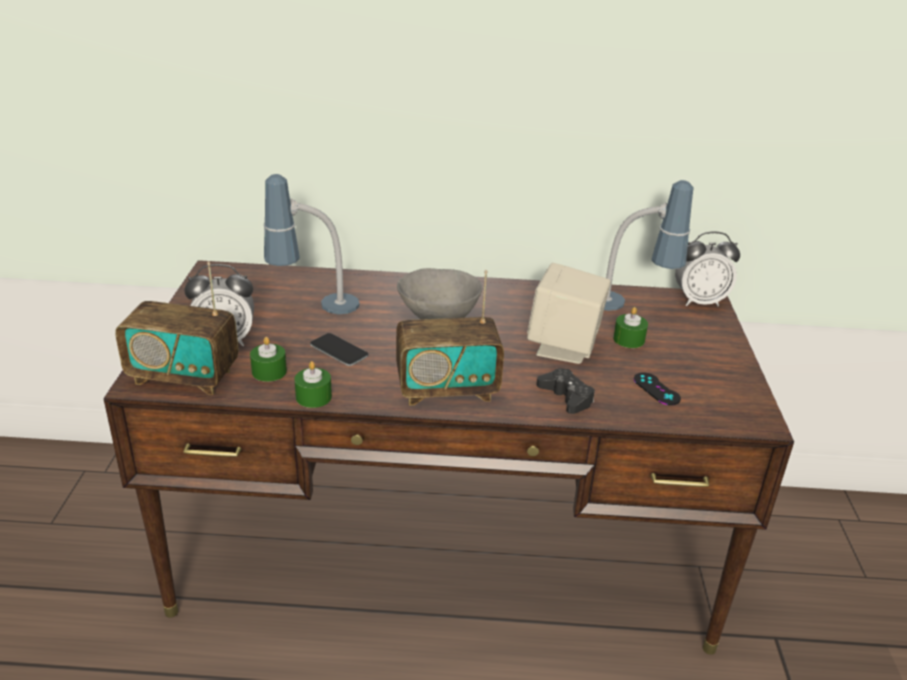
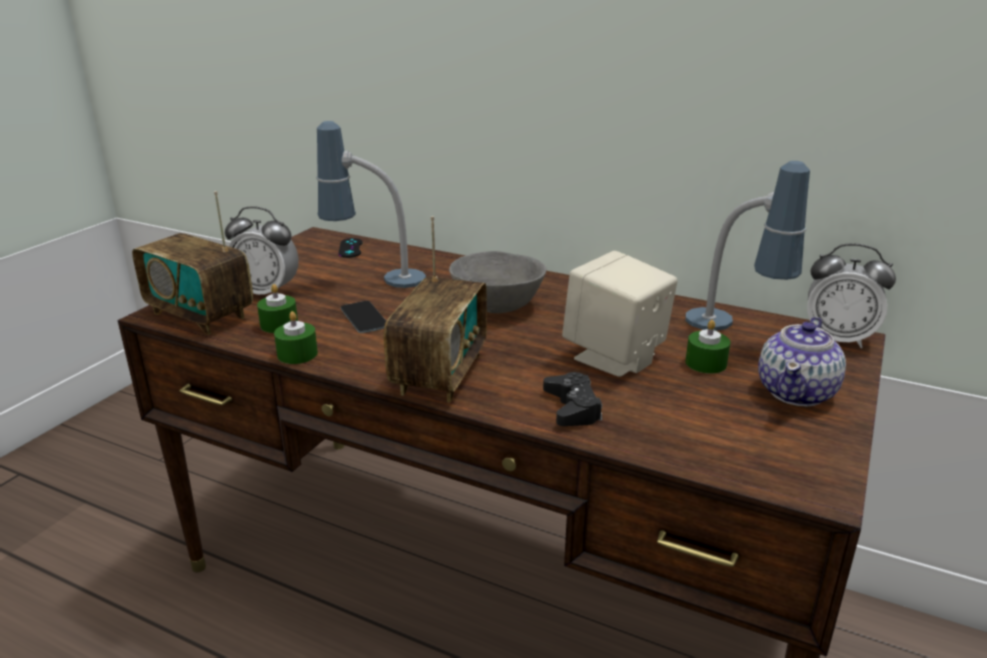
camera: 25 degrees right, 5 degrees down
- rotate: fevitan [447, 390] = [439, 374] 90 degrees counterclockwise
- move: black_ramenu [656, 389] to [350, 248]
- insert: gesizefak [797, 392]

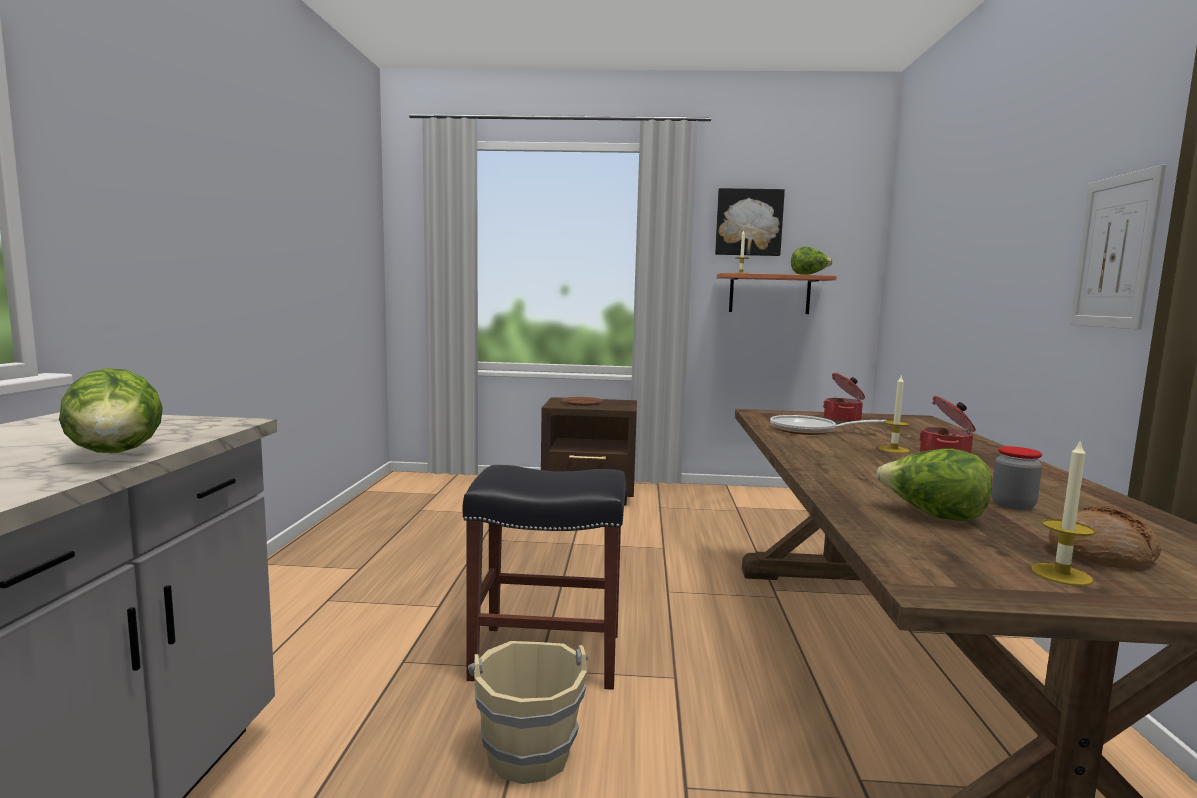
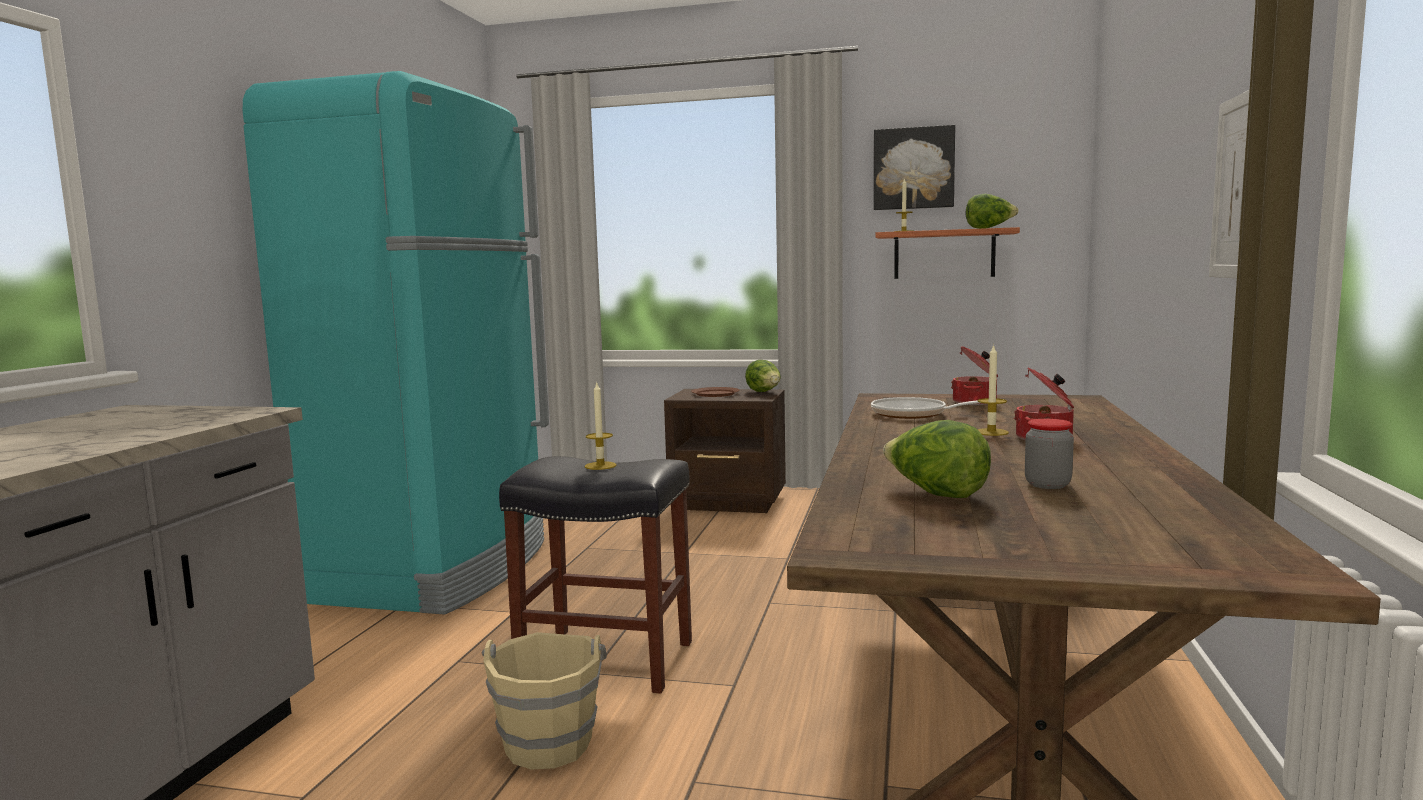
camera: 10 degrees right, 0 degrees up
- move: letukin [116, 455] to [764, 392]
- move: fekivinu [1061, 574] to [600, 466]
- delete: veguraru [1101, 554]
- insert: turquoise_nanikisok [435, 570]

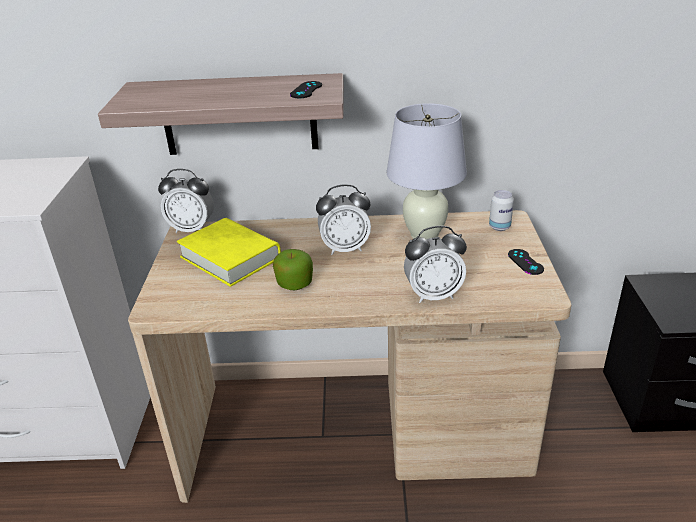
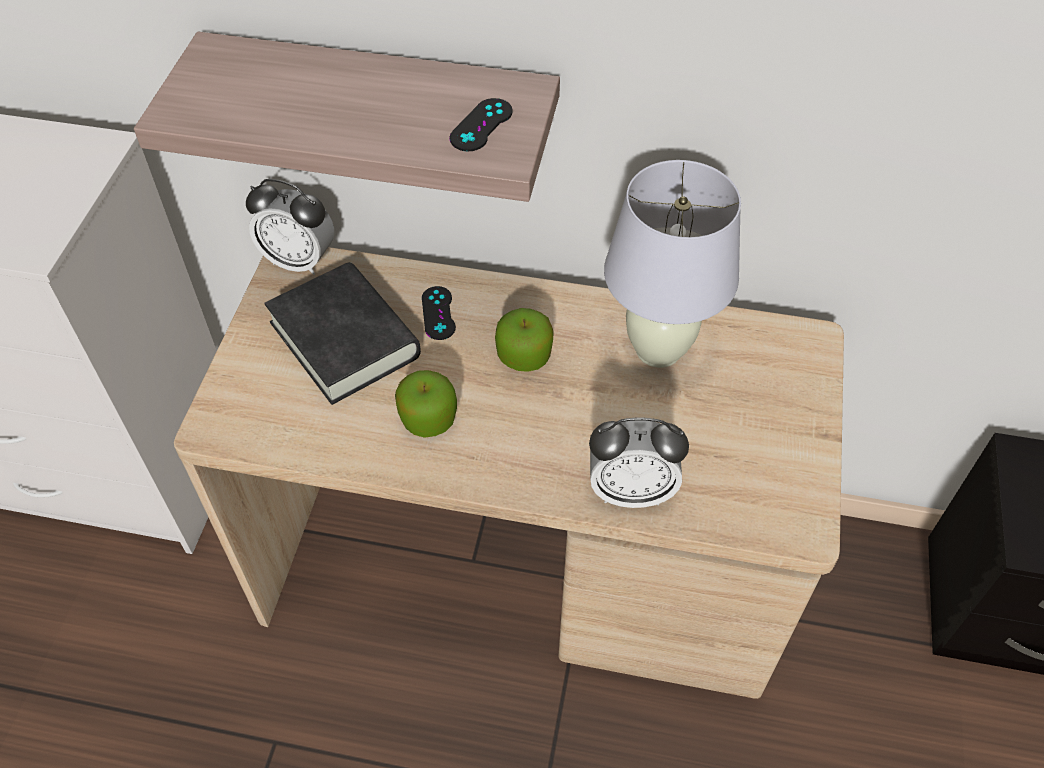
camera: 10 degrees right, 20 degrees up
- recolor: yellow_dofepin [230, 257] to black_dofepin [344, 339]
- replace: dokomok [345, 248] to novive [524, 356]
- delete: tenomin [499, 227]
- move: black_ramenu [525, 262] to [438, 313]

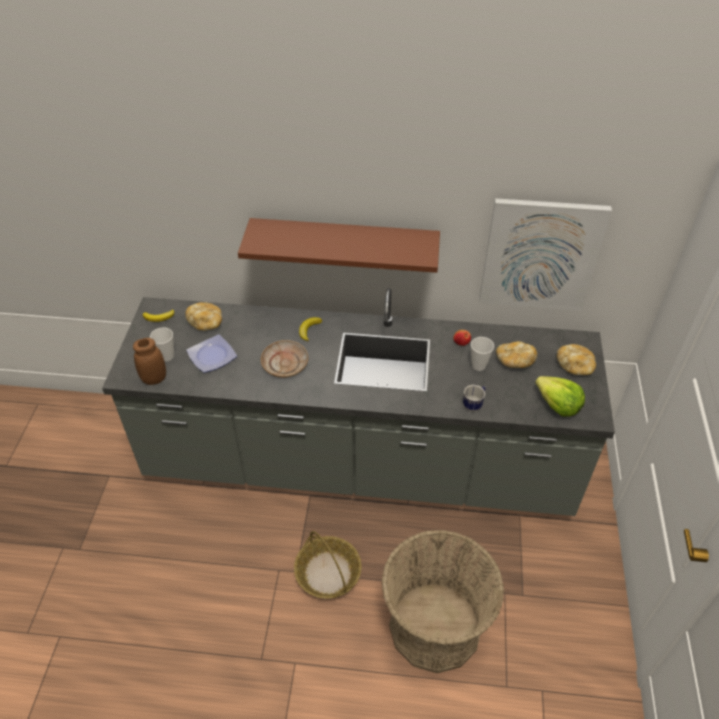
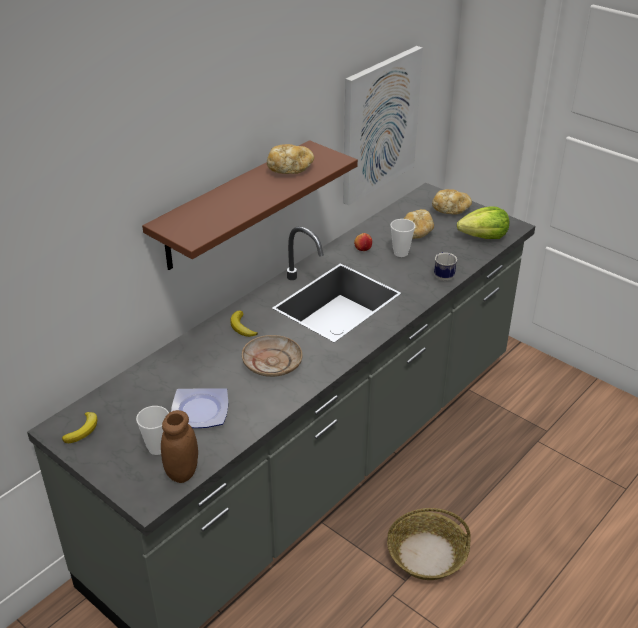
camera: 55 degrees left, 10 degrees down
- move: veguraru [206, 323] to [290, 169]
- delete: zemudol [435, 626]

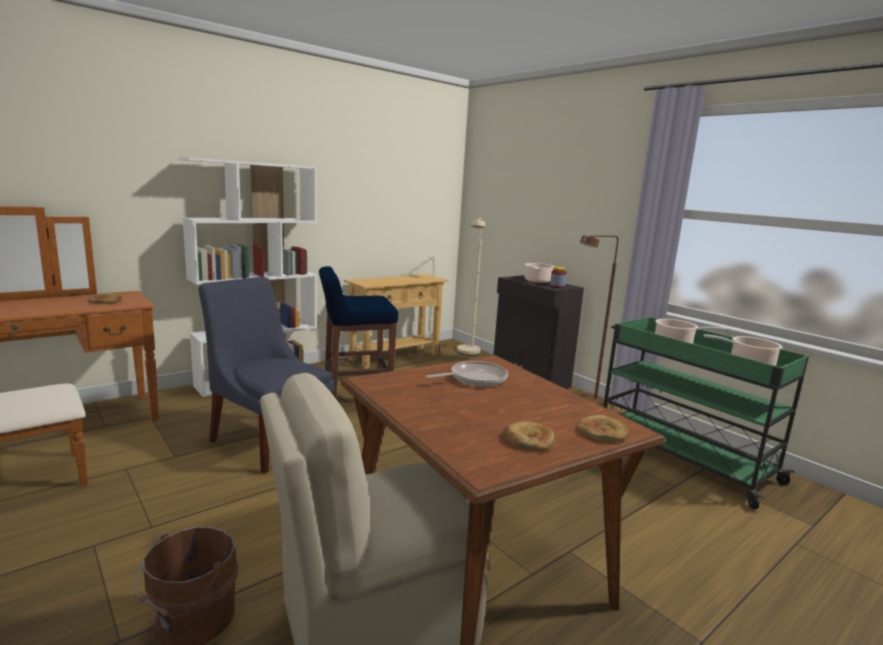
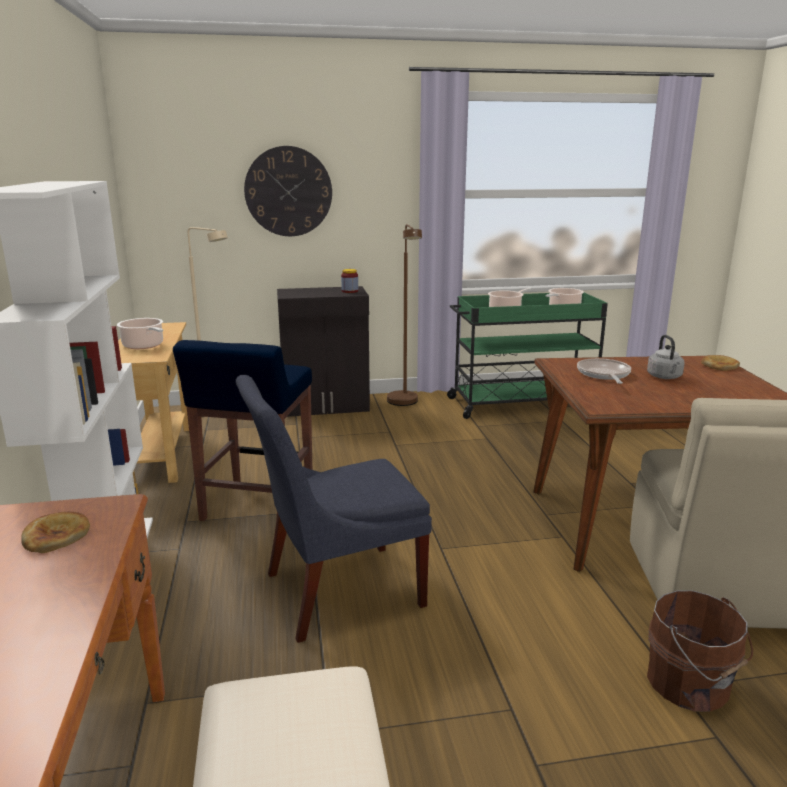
camera: 60 degrees left, 5 degrees up
- delete: veguraru [528, 439]
- move: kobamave [537, 281] to [144, 346]
- insert: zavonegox [288, 191]
- insert: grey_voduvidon [665, 377]

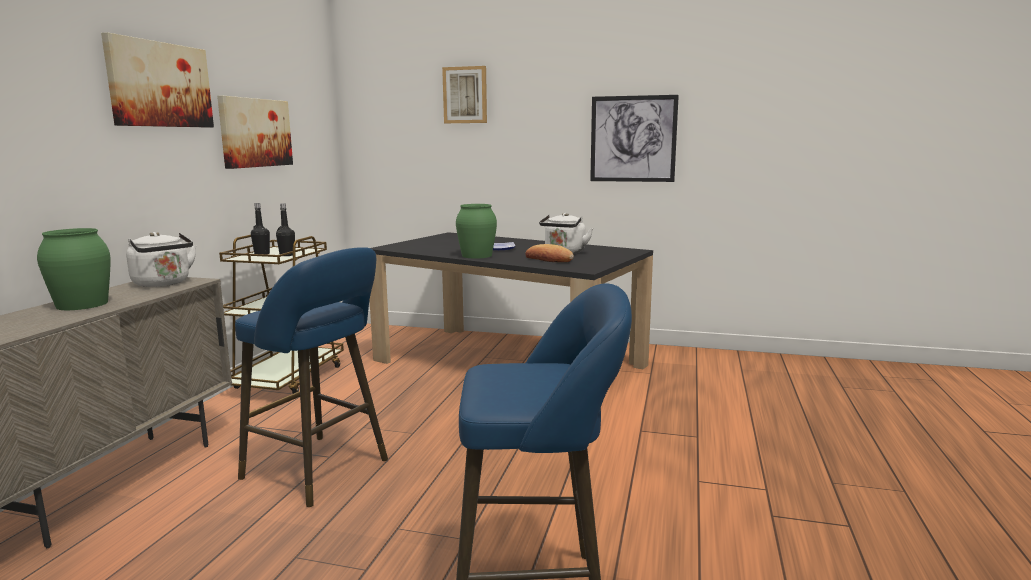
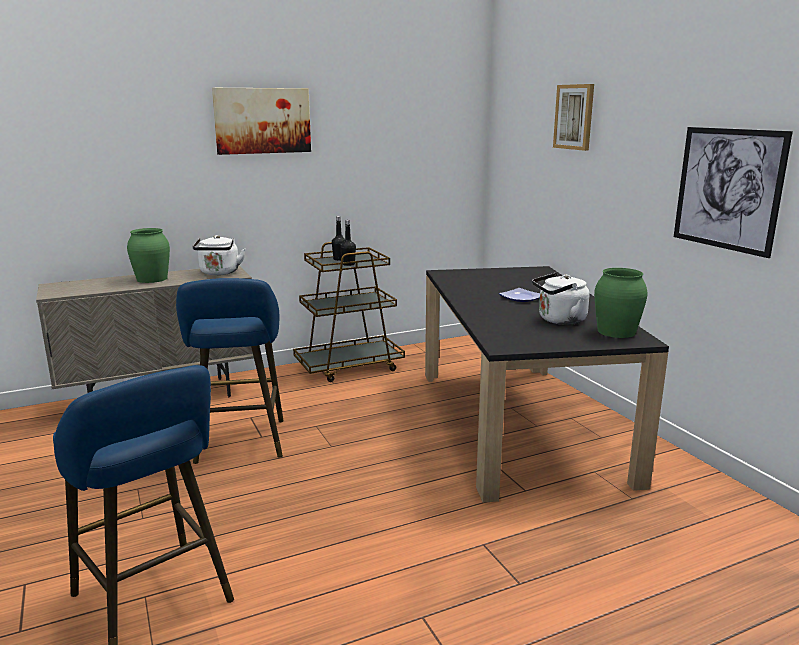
camera: 50 degrees right, 5 degrees up
- delete: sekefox [255, 133]
- move: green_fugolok [476, 255] to [616, 331]
- delete: veguraru [549, 259]

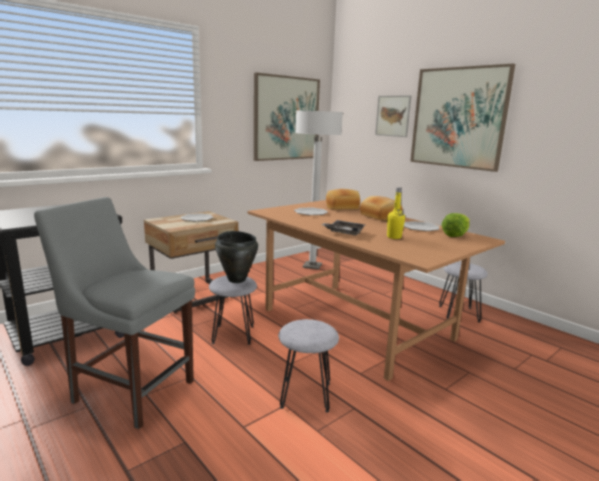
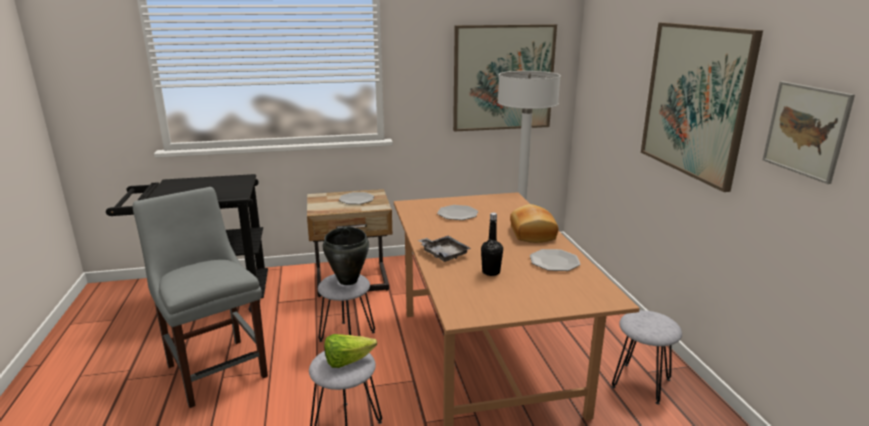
camera: 30 degrees right, 5 degrees up
- delete: veguraru [342, 207]
- move: sekefox [393, 116] to [806, 130]
- recolor: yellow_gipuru [394, 237] to black_gipuru [491, 272]
- move: letukin [455, 235] to [347, 361]

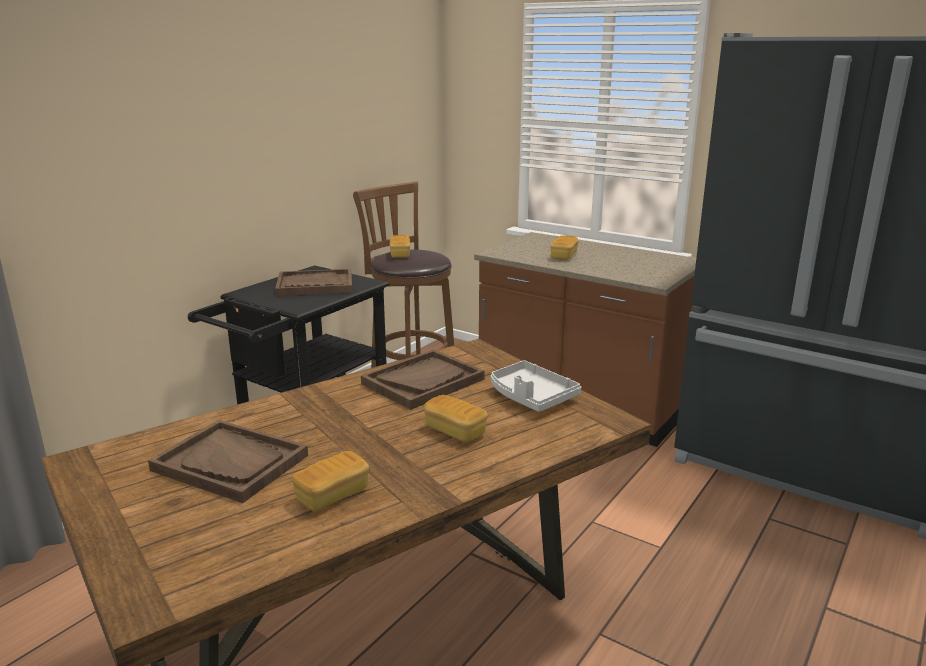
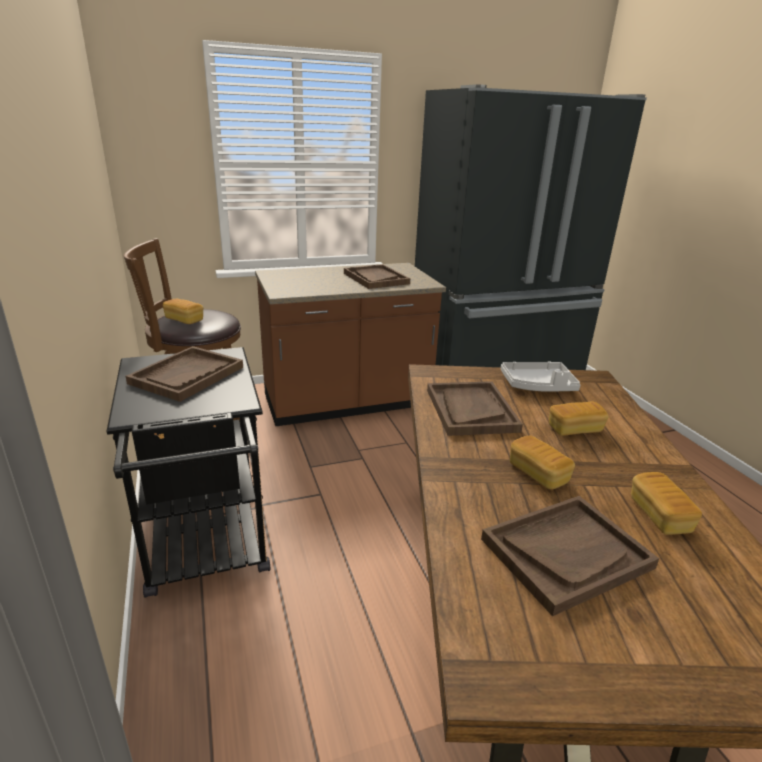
camera: 55 degrees left, 5 degrees up
- move: veguraru [563, 256] to [538, 474]
- insert: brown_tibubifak [375, 278]

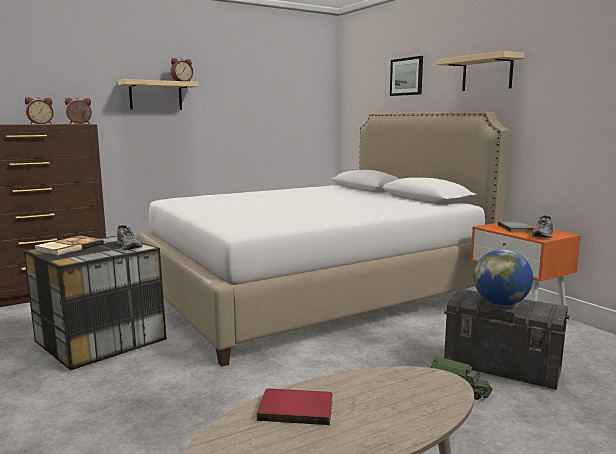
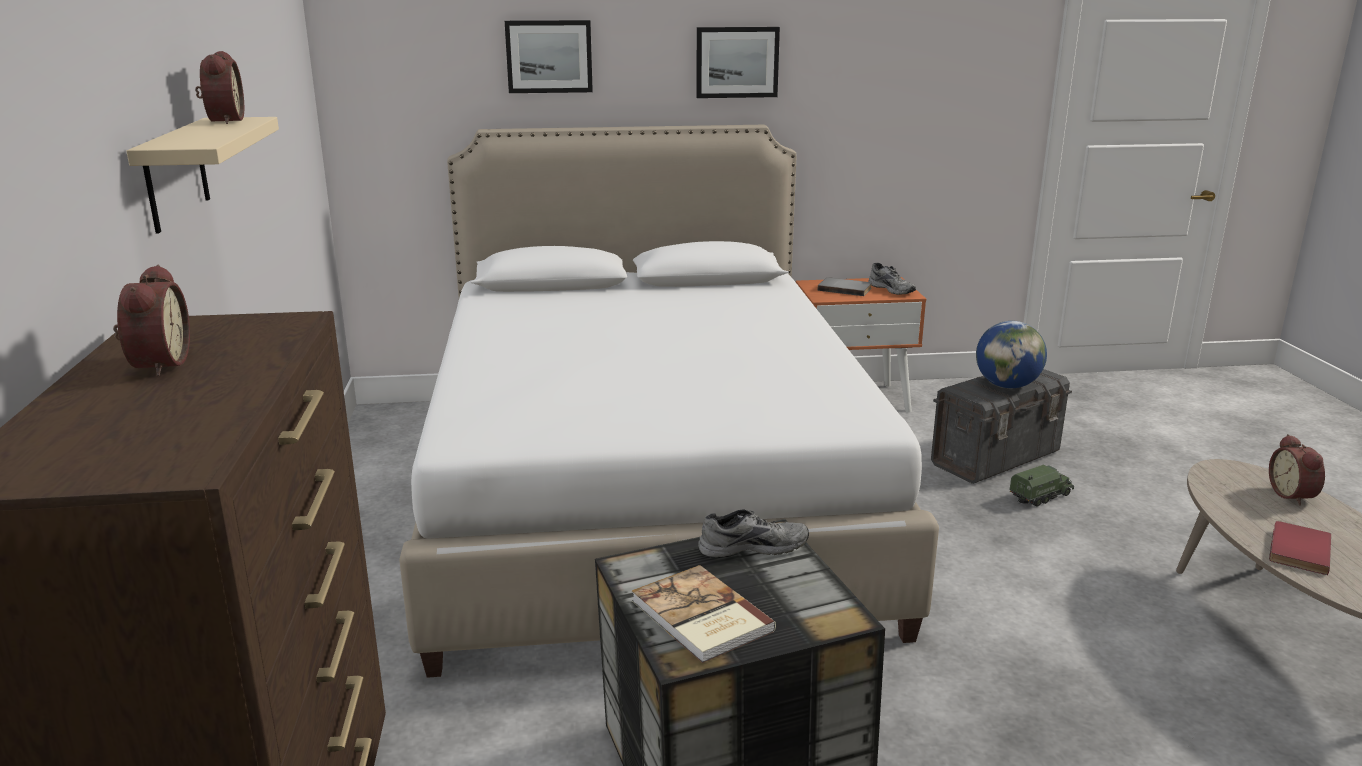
camera: 65 degrees left, 10 degrees up
- move: dokomok [80, 124] to [1293, 495]
- replace: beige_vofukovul [487, 73] to sekefox [737, 62]

